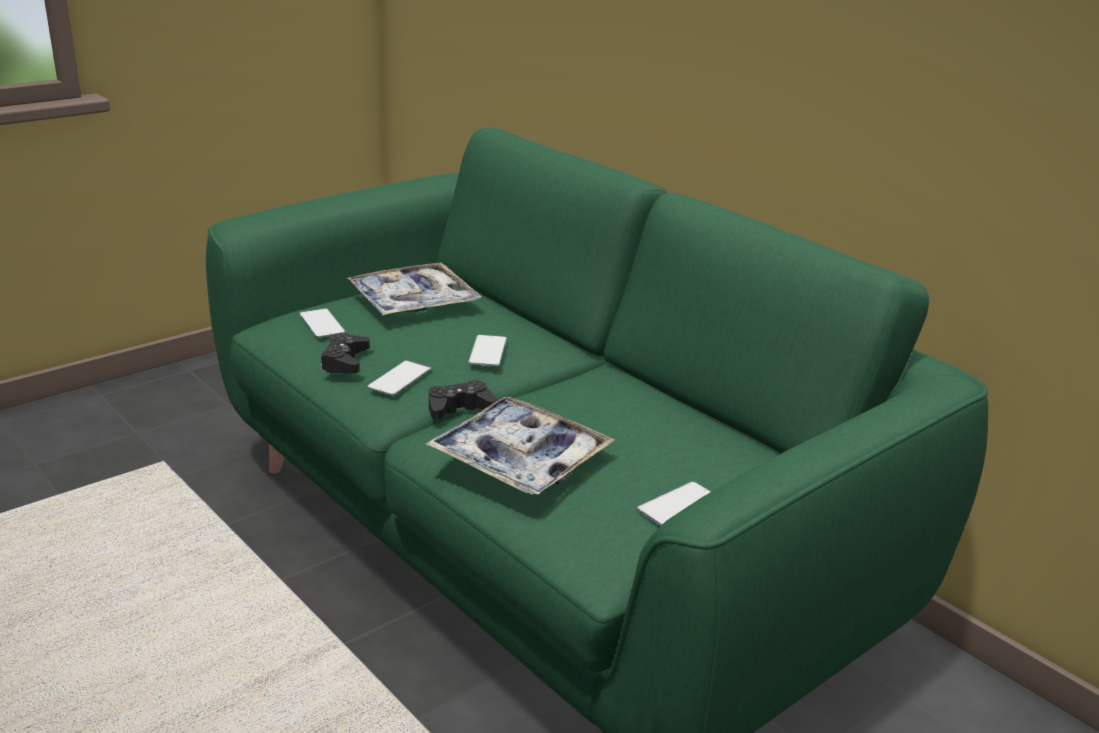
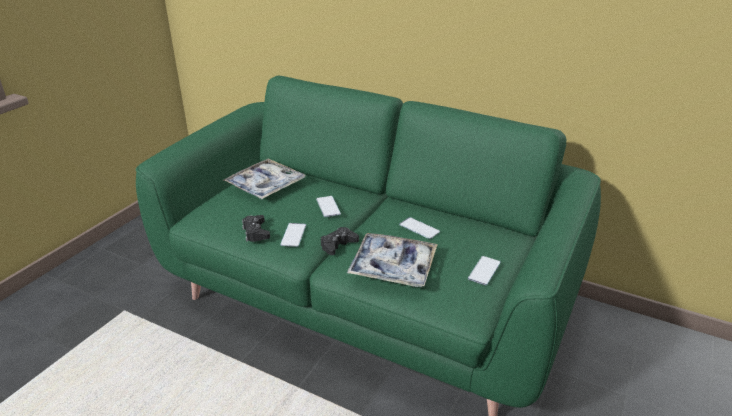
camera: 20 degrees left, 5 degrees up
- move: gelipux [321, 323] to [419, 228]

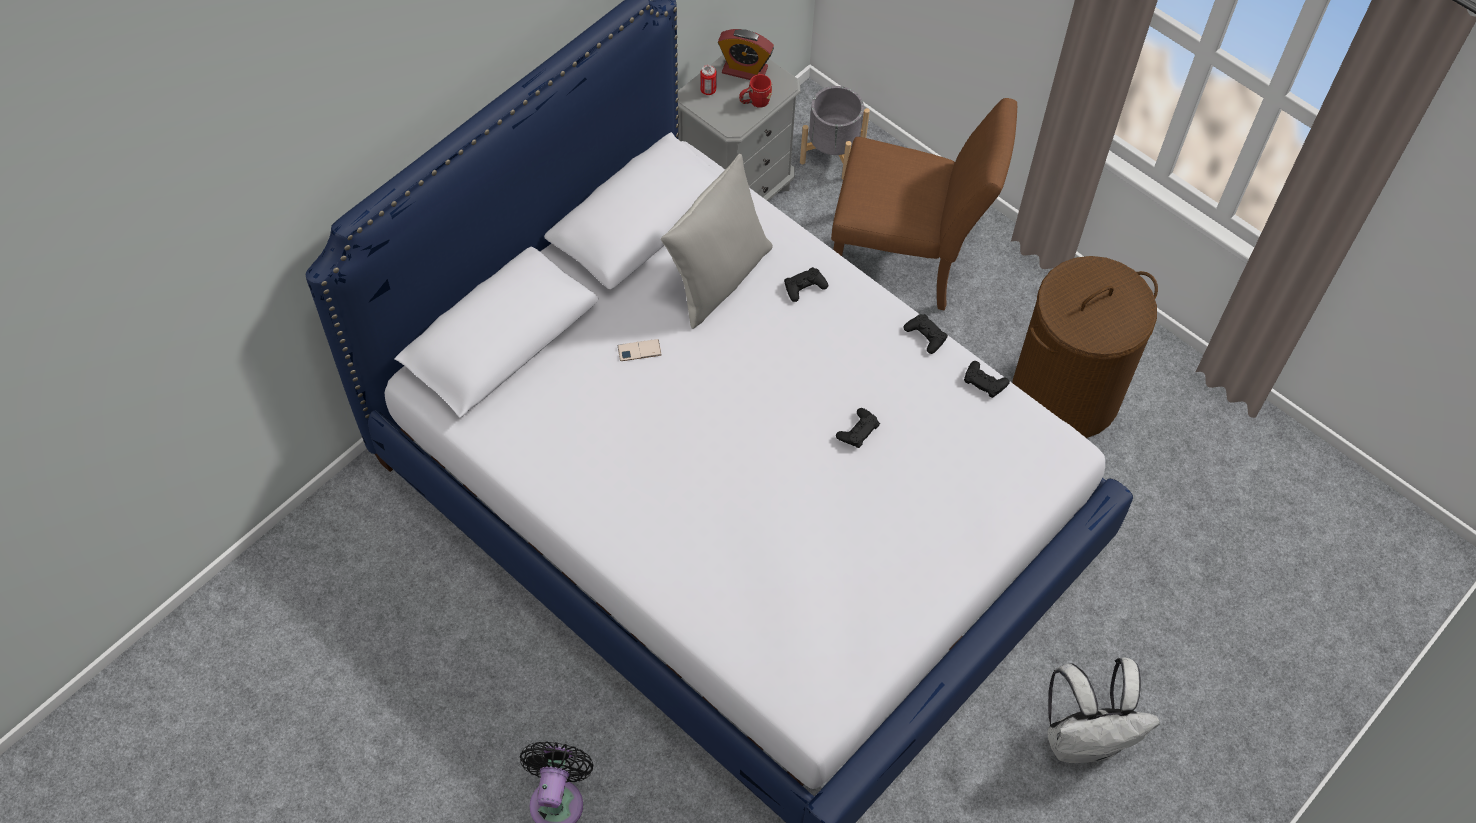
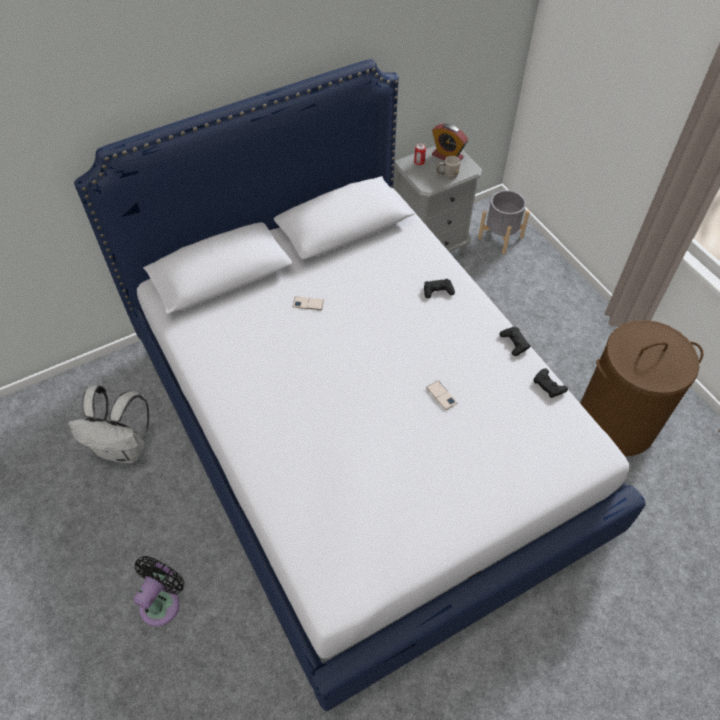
camera: 20 degrees right, 5 degrees down
- delete: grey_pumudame [717, 278]
- recolor: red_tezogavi [755, 102] to grey_tezogavi [447, 175]
- delete: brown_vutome [907, 262]
- replace: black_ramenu [858, 431] to gelipux [441, 395]
- move: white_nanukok [1084, 739] to [124, 448]

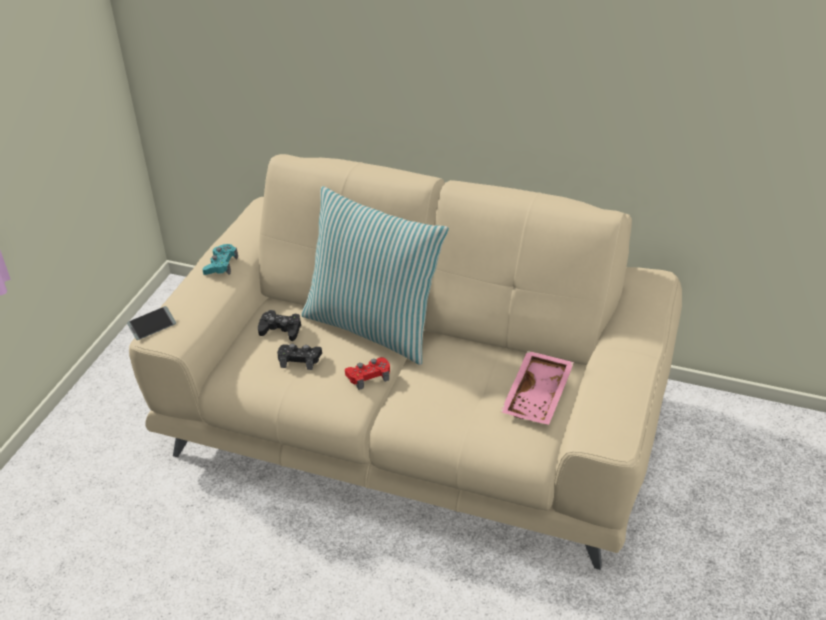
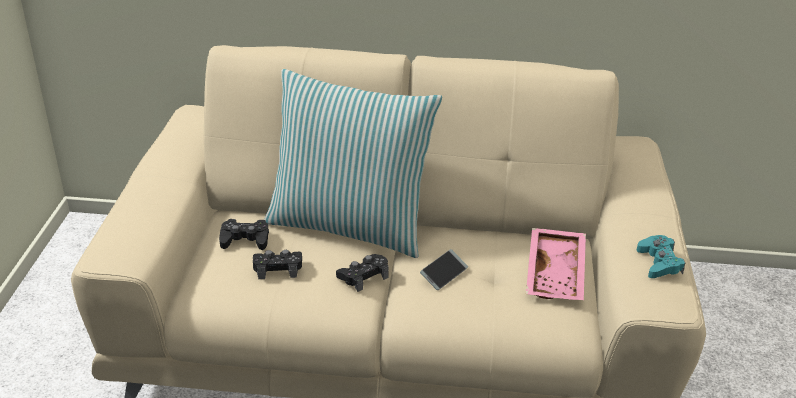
camera: 15 degrees left, 5 degrees down
- move: gelipux [152, 327] to [444, 274]
- move: turquoise_ramenu [221, 265] to [659, 263]
- recolor: red_ramenu [368, 376] to black_ramenu [363, 276]

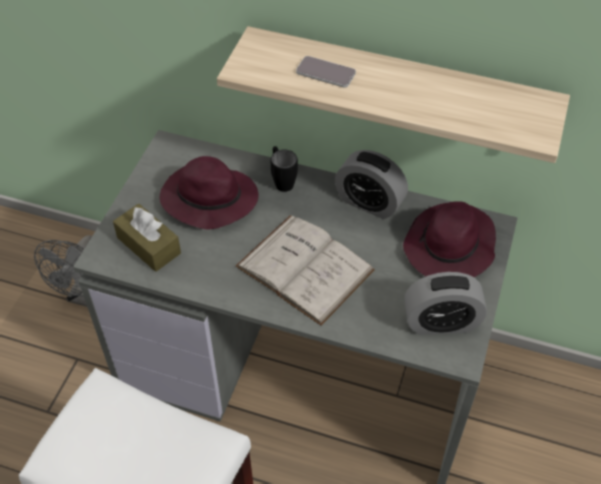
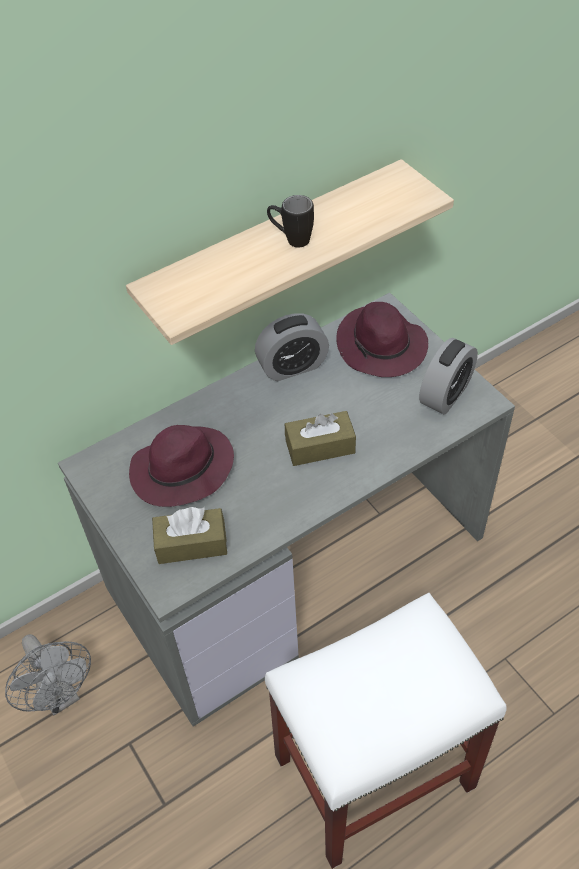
camera: 50 degrees left, 0 degrees up
- replace: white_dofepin [305, 268] to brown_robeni [320, 446]
- move: black_tezogavi [282, 180] to [291, 239]
- delete: gelipux [325, 73]

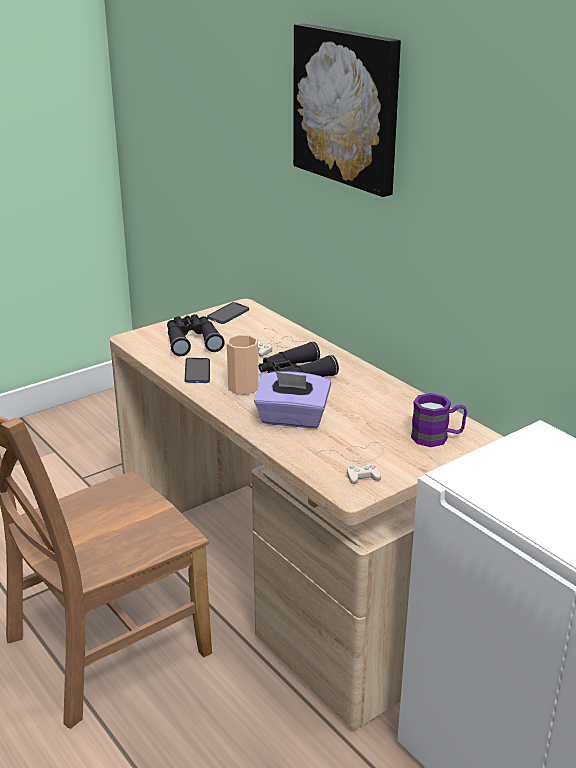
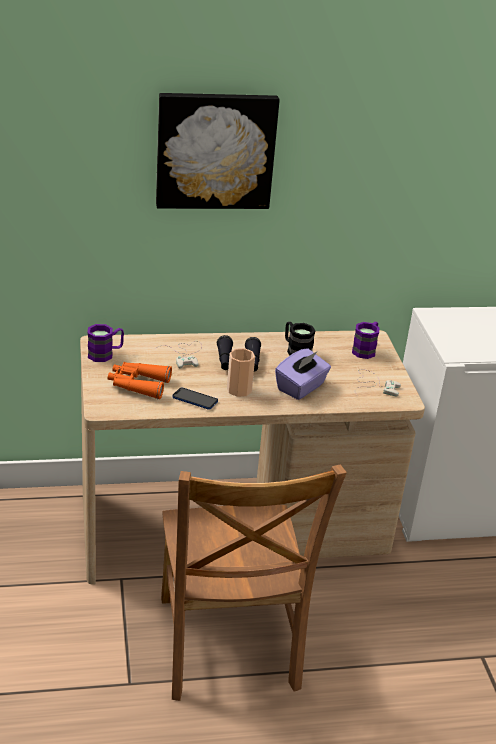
camera: 65 degrees left, 5 degrees up
- recolor: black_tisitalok [192, 341] to orange_tisitalok [138, 385]
- replace: gelipux [228, 314] to purple_tezogavi [105, 354]
- insert: black_tezogavi [296, 350]

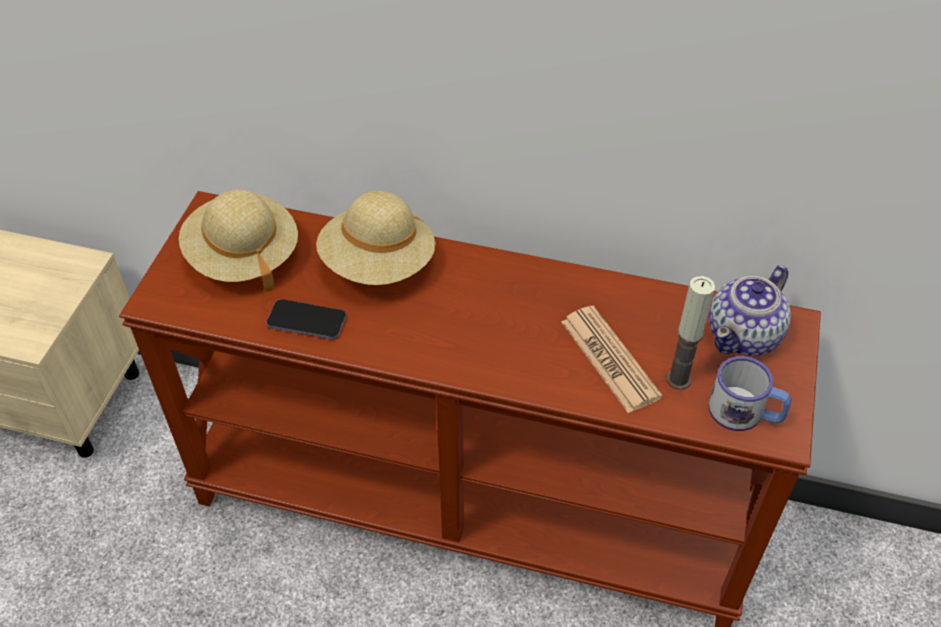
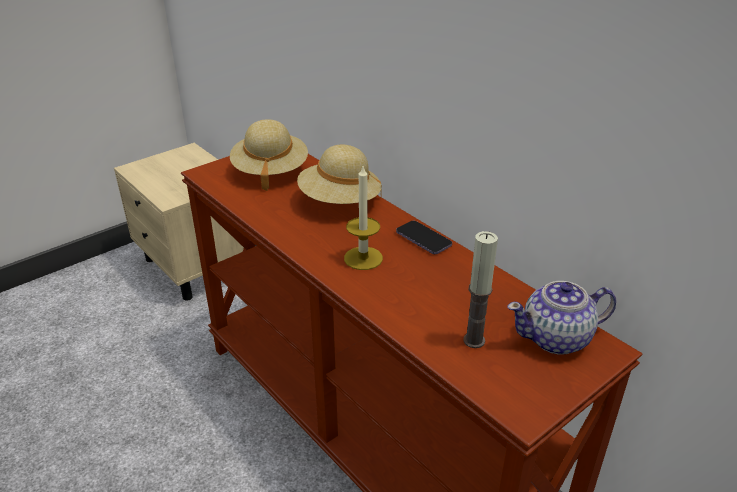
camera: 35 degrees right, 15 degrees down
- move: gelipux [307, 321] to [423, 239]
- delete: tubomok [609, 359]
- delete: tezogavi [745, 413]
- insert: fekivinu [363, 258]

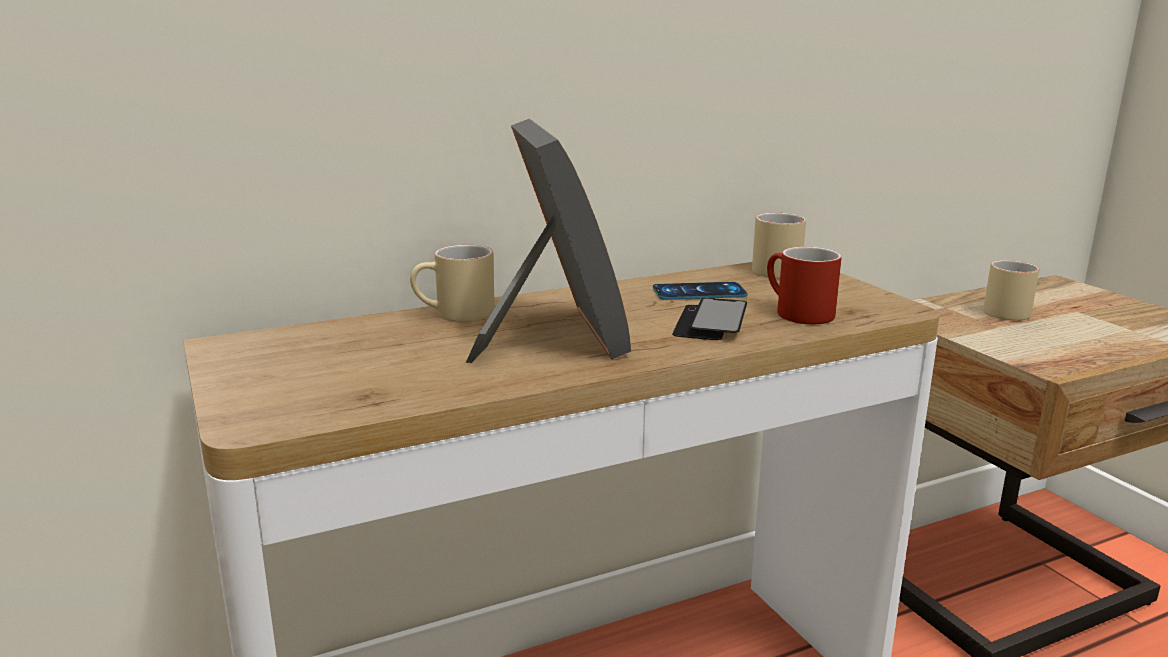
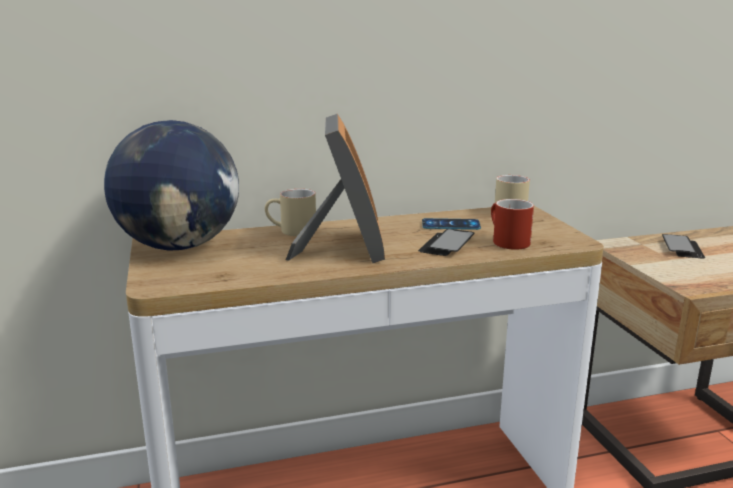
camera: 10 degrees right, 0 degrees up
- replace: beige_tezogavi [1003, 310] to gelipux [682, 248]
- insert: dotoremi [179, 246]

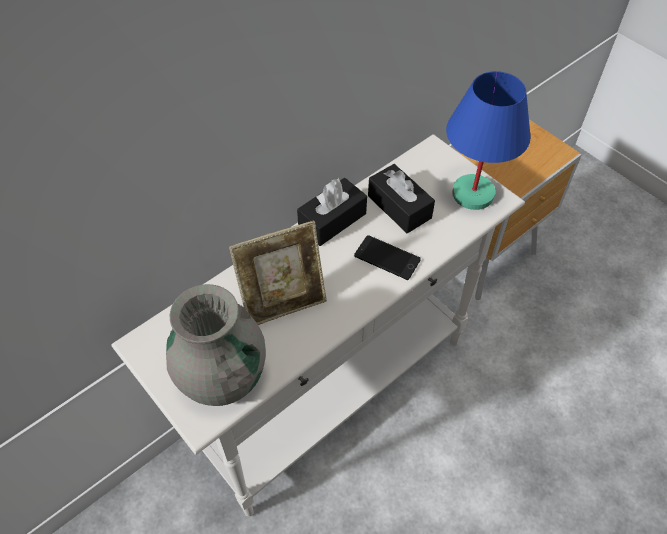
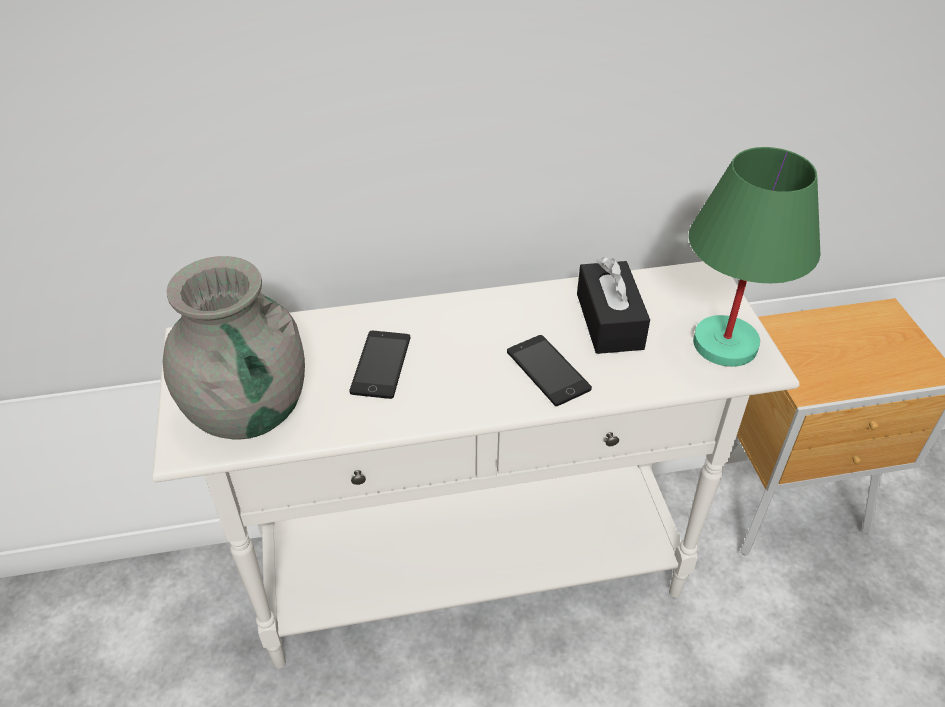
camera: 30 degrees right, 10 degrees down
- replace: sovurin [283, 302] to gelipux [381, 365]
- delete: black_robeni [332, 220]
- recolor: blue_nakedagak [472, 194] to green_nakedagak [723, 343]

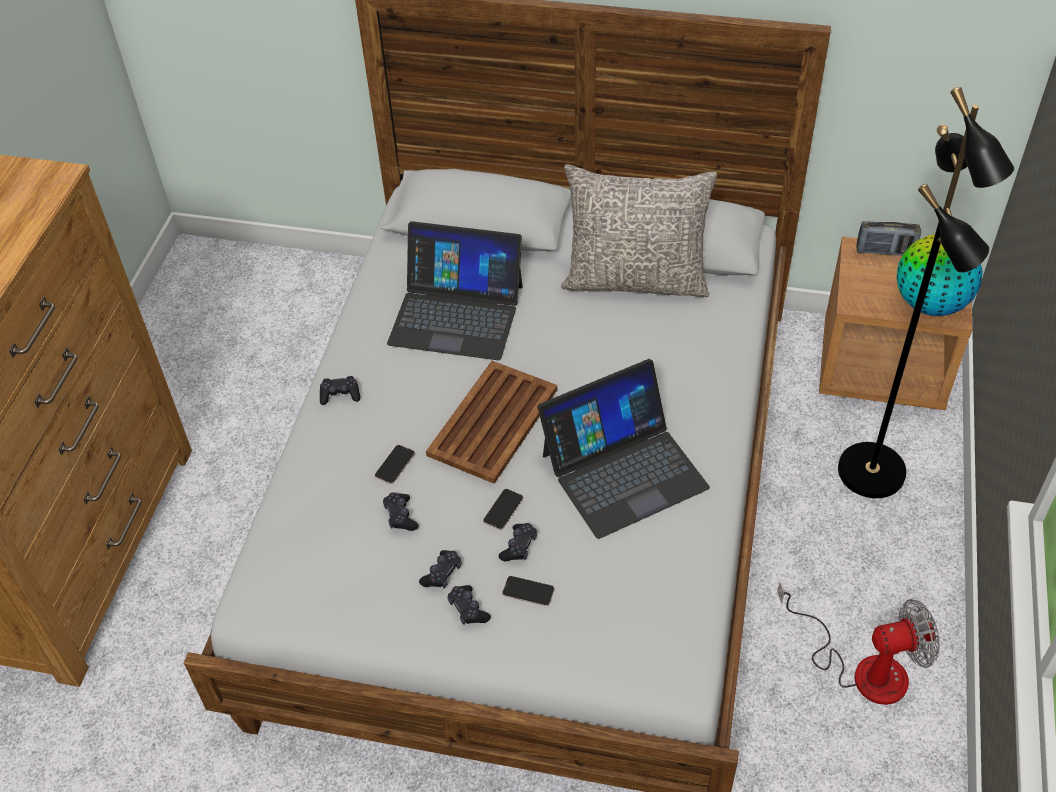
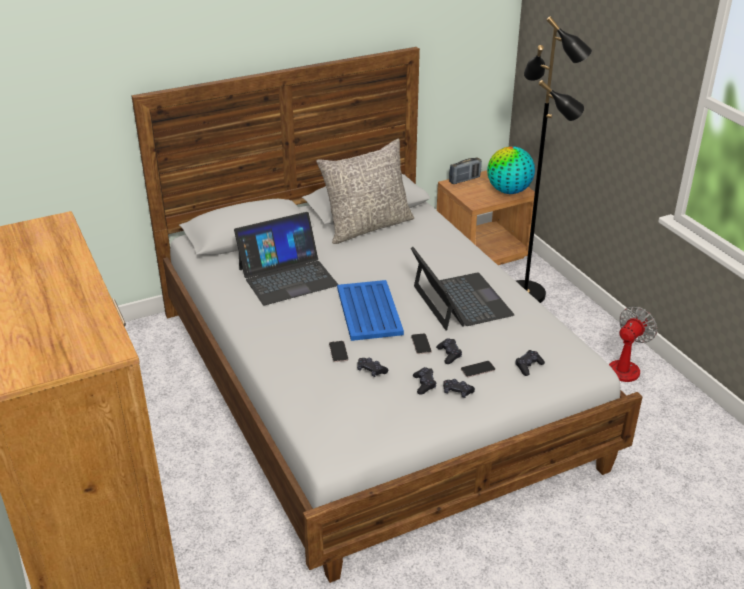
camera: 40 degrees left, 15 degrees down
- move: black_ramenu [340, 395] to [528, 366]
- recolor: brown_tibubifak [494, 421] to blue_tibubifak [369, 310]
- rotate: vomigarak [623, 470] = [460, 301] 45 degrees counterclockwise

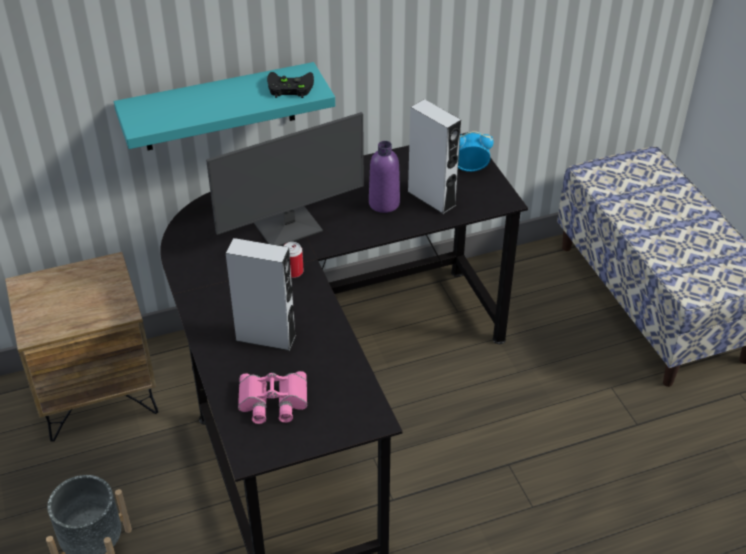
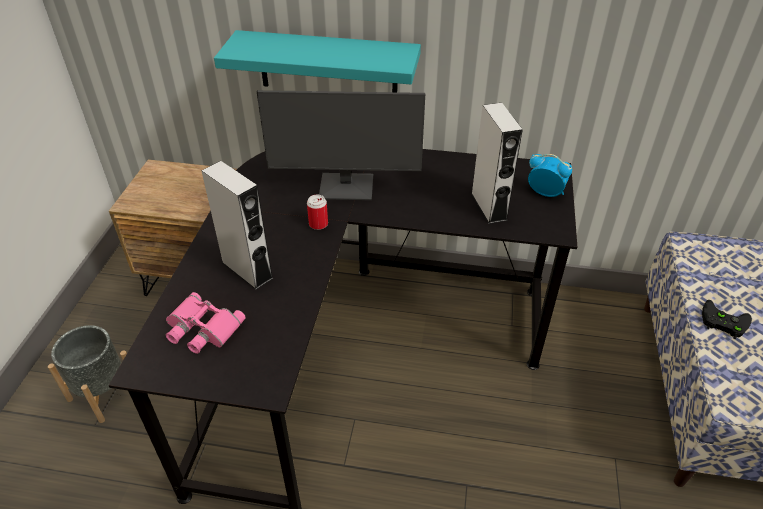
camera: 30 degrees right, 0 degrees up
- move: black_ramenu [288, 88] to [722, 322]
- delete: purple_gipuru [384, 203]

